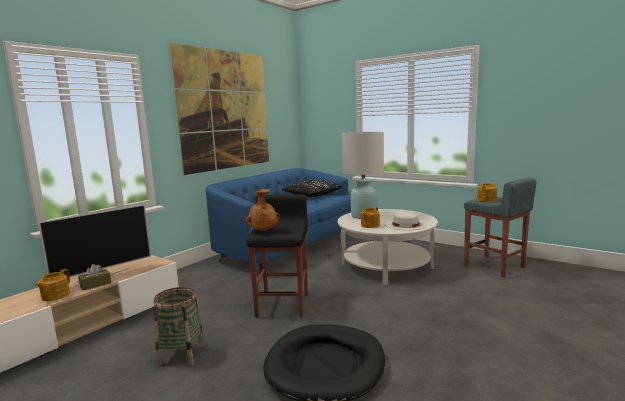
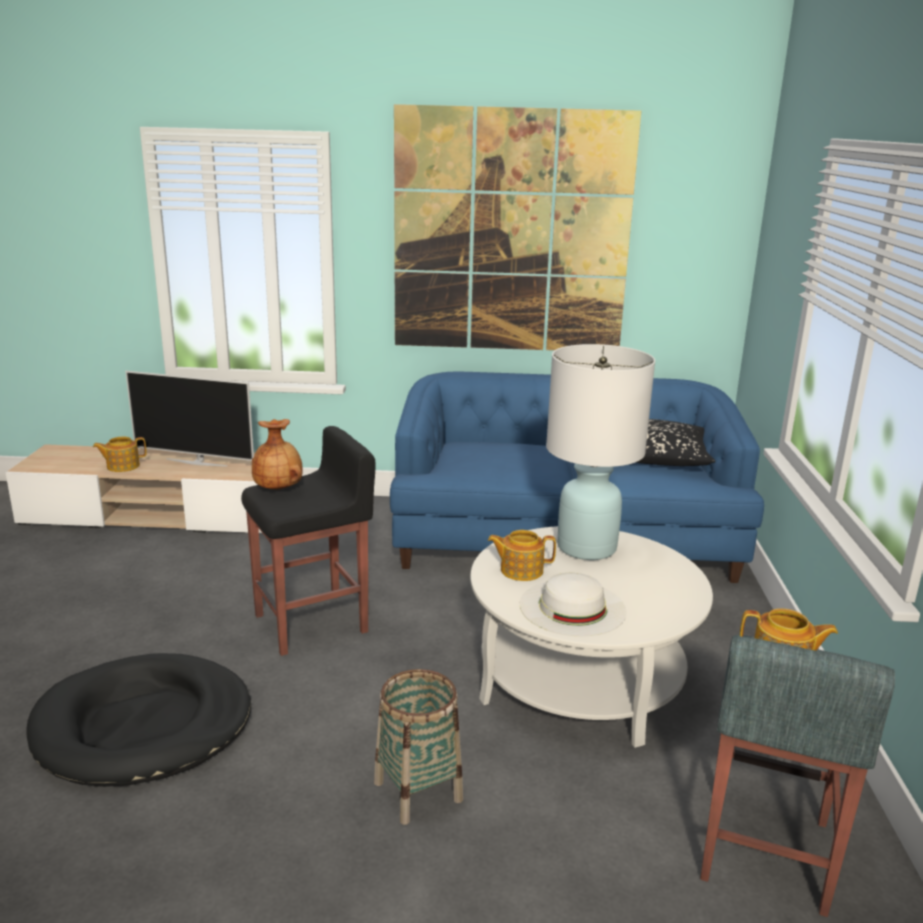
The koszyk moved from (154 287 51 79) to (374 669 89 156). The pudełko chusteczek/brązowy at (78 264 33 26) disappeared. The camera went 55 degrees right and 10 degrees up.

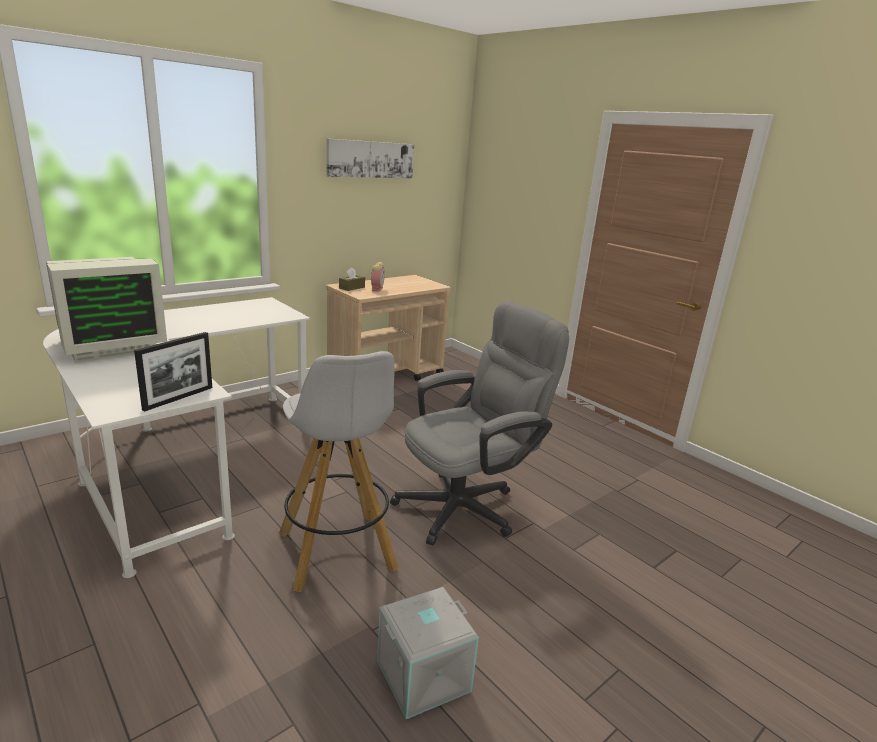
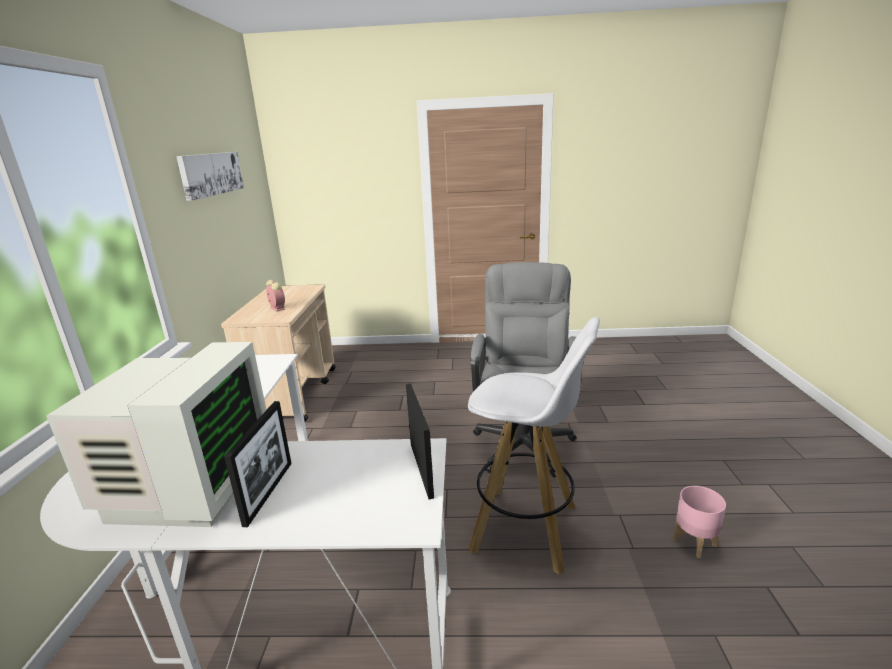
The ramka na zdjęcie at (224 401 68 126) appeared. The pojemnik do przechowywania/szary at (377 587 102 132) was replaced by the donica/różowy at (673 486 53 72). The pudełko chusteczek/brązowy at (339 267 26 24) disappeared. The camera went 45 degrees left and 0 degrees up.

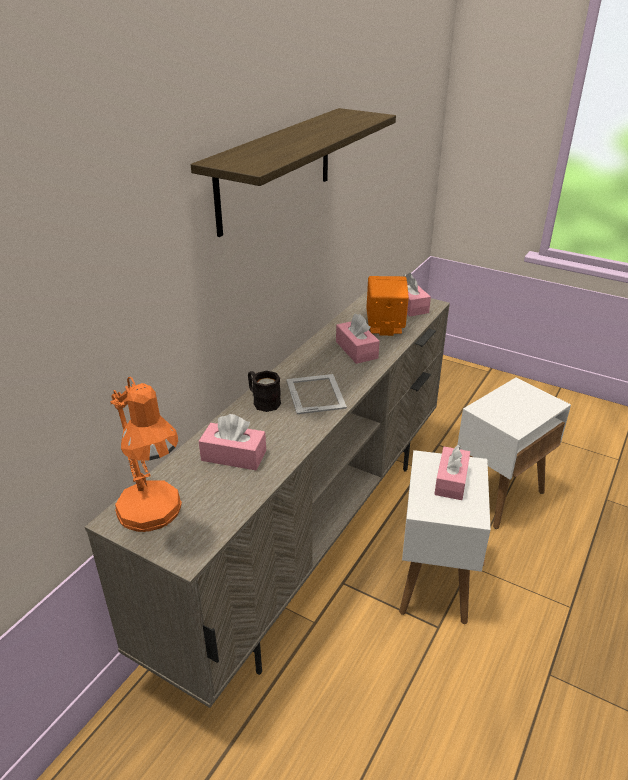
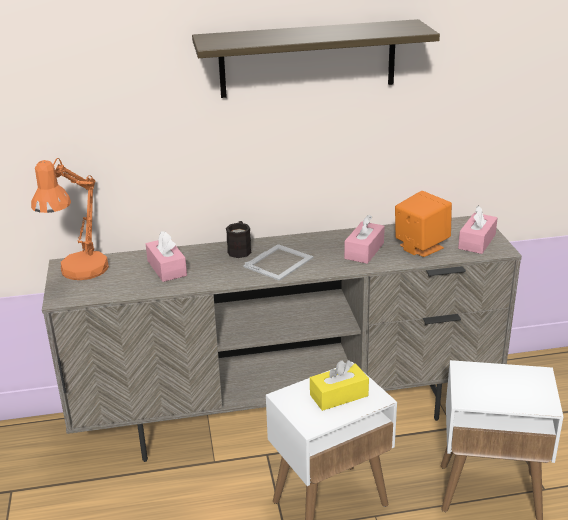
The pudełko chusteczek/różowy at (434 444 36 56) became the pudełko chusteczek/żółty at (310 360 59 51). The camera went 50 degrees right and 5 degrees down.

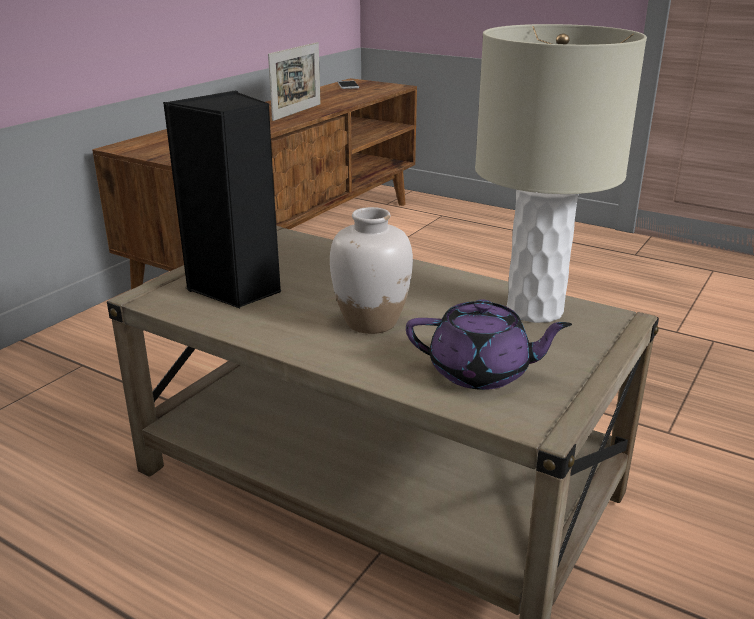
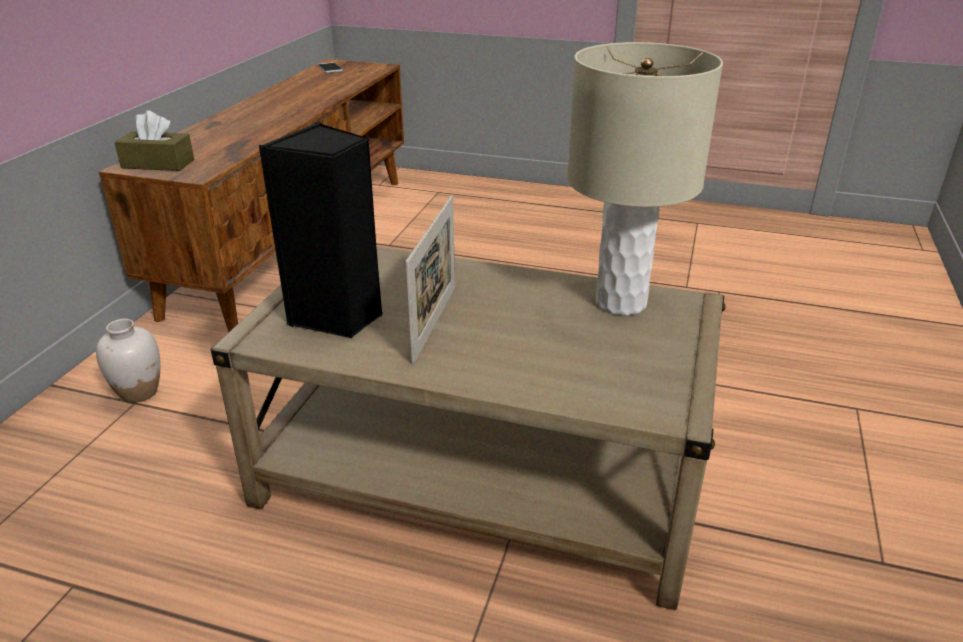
The wazon/biały moved from (330 207 83 127) to (96 319 64 84). The pudełko chusteczek/brązowy at (114 110 80 61) appeared. The ramka na zdjęcie moved from (268 42 53 79) to (405 196 50 168). The imbryk/fioletowy at (406 299 166 91) disappeared. The camera went 15 degrees left and 5 degrees up.

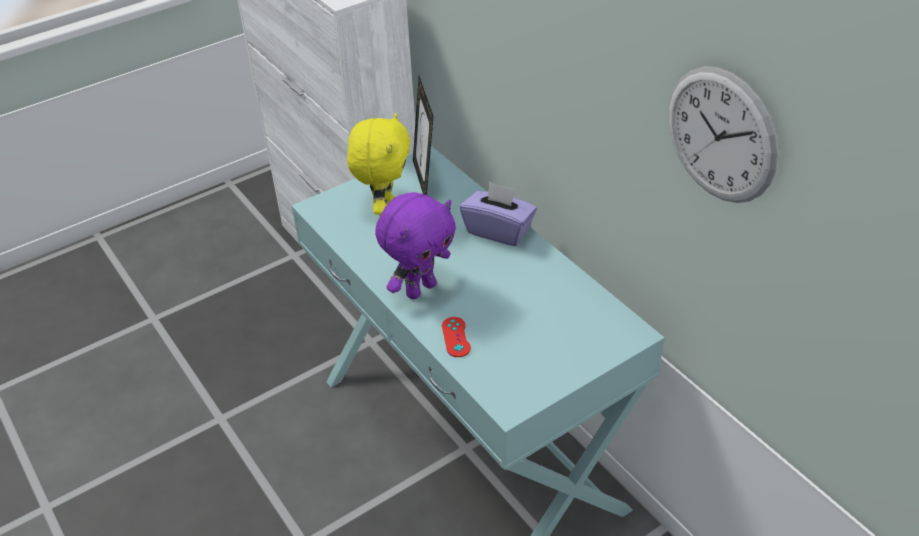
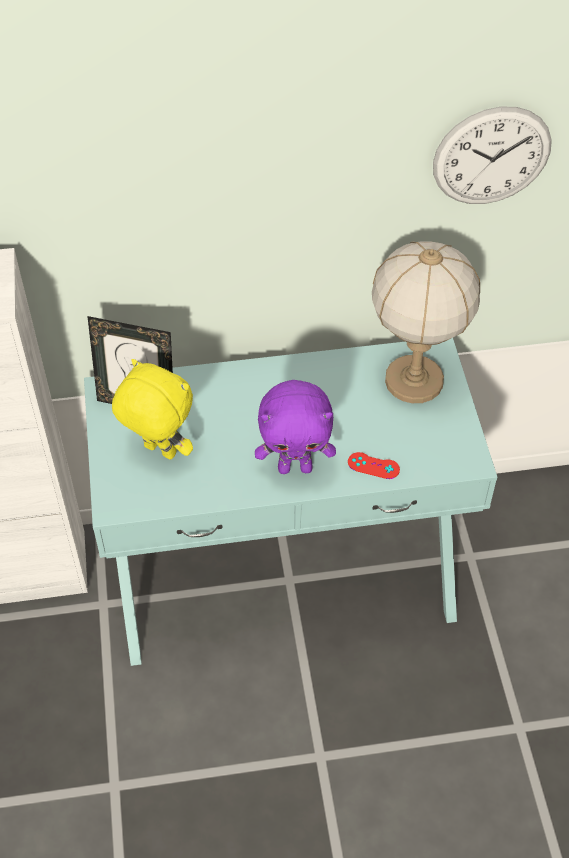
The pluszak/fioletowy at (375 192 81 107) turned 105 degrees clockwise. The lampa stołowa at (372 241 108 162) appeared. The pudełko chusteczek/fioletowy at (460 181 77 65) disappeared. The camera went 65 degrees left and 10 degrees up.

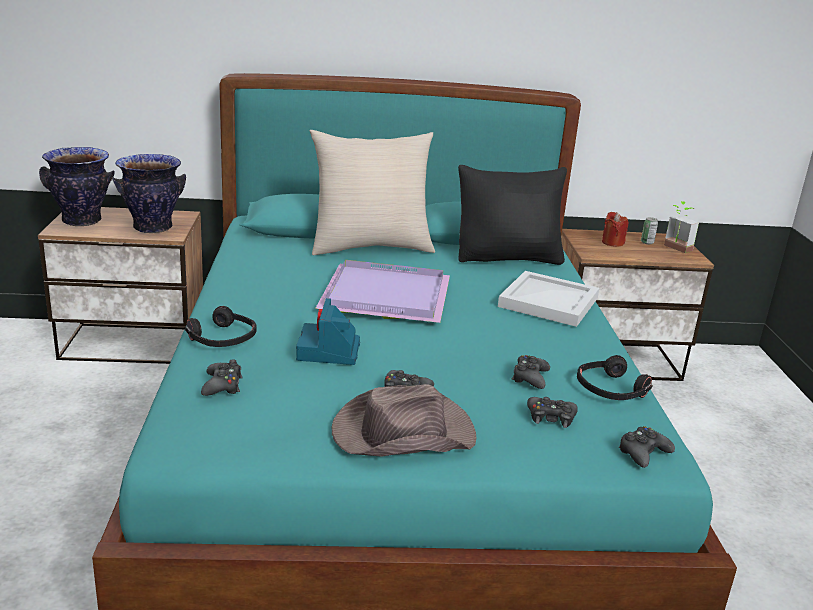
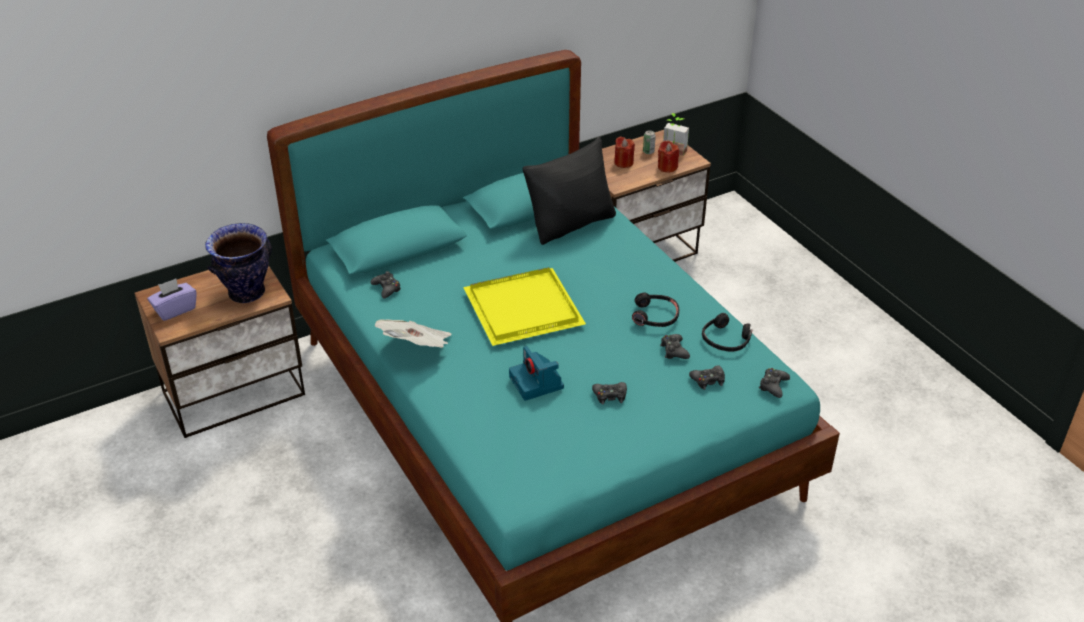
The wazon at (39 147 76 79) was replaced by the pudełko chusteczek/fioletowy at (147 278 50 43). The pad do gier/czarny moved from (201 359 42 37) to (370 271 31 28). The gazeta at (375 319 76 29) appeared. The taca/fioletowy at (315 260 135 63) became the taca/żółty at (463 267 123 79). The słuchawki/czarny moved from (185 306 71 41) to (632 293 47 34). The świeca/czerwony at (658 140 21 33) appeared. The poduszka/beżowy at (309 130 126 125) disappeared. The kapelusz/brązowy at (332 384 144 73) disappeared. The taca/biały at (498 271 101 56) disappeared. The camera went 25 degrees left and 15 degrees up.

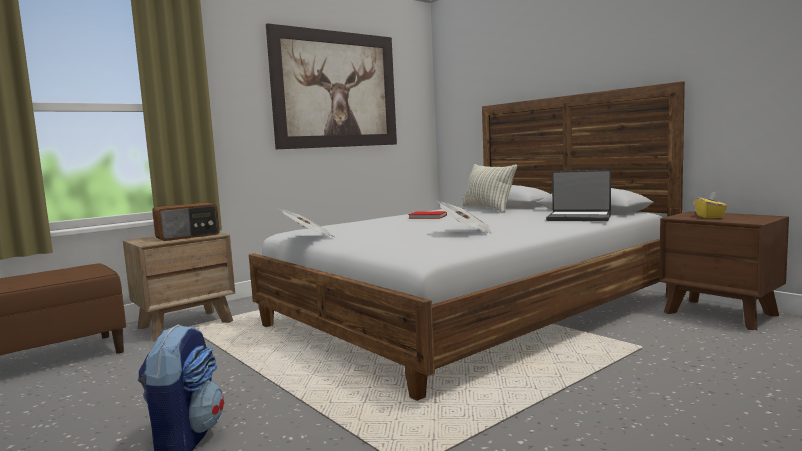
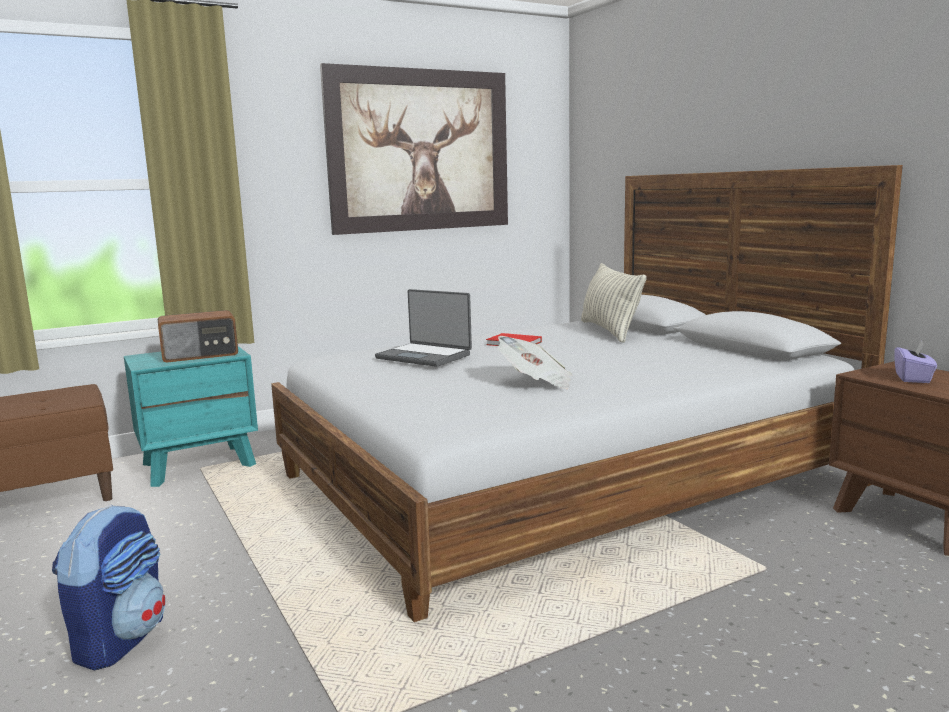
The szafka nocna/brązowy at (123 232 112 110) became the szafka nocna/turkusowy at (124 346 134 141). The laptop moved from (546 170 65 51) to (375 289 97 78). The pudełko chusteczek/żółty at (694 191 33 27) became the pudełko chusteczek/fioletowy at (894 340 43 43). The gazeta at (278 208 57 29) disappeared. The camera went 10 degrees right and 5 degrees up.

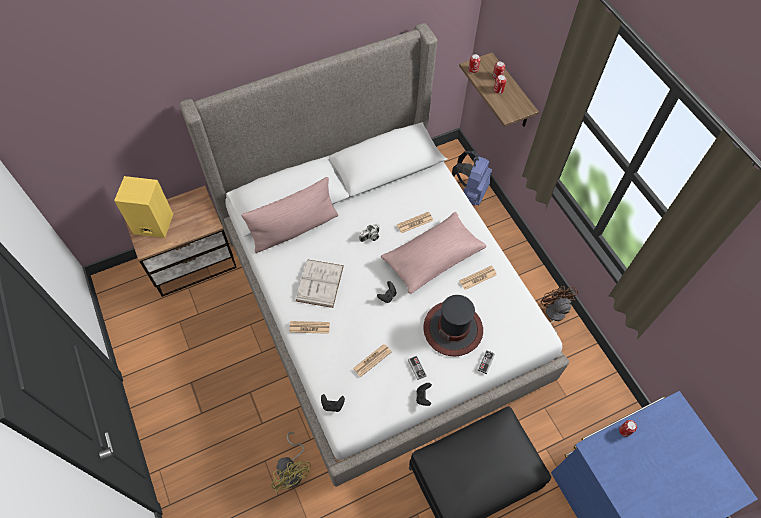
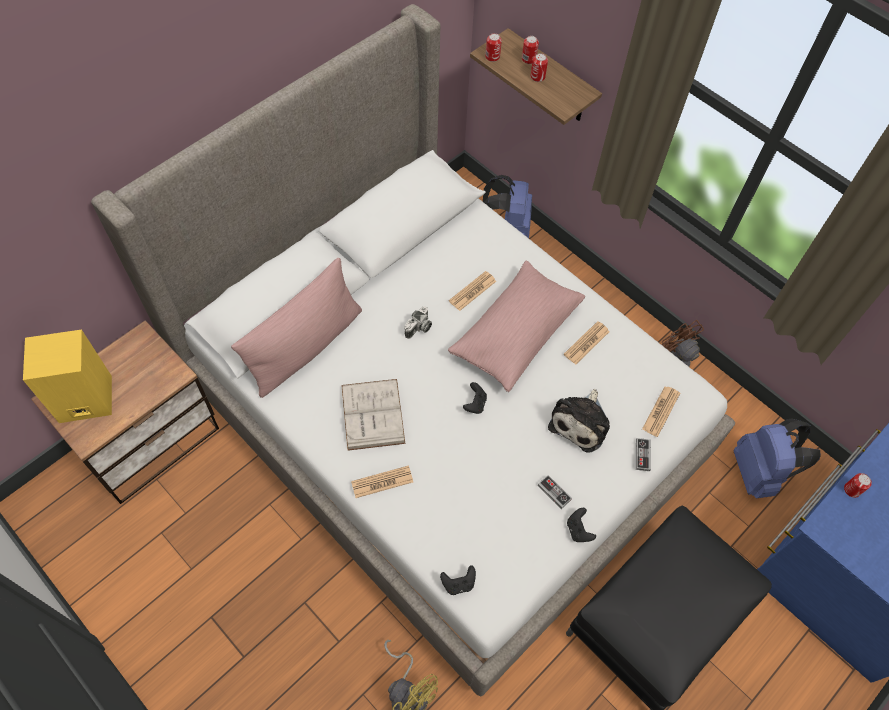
The kapelusz at (423 295 60 61) was replaced by the pluszak at (548 389 62 64). The gazeta moved from (353 344 39 33) to (642 387 38 50). The plecak/niebieski at (734 418 87 80) appeared. The camera went 20 degrees left and 0 degrees up.

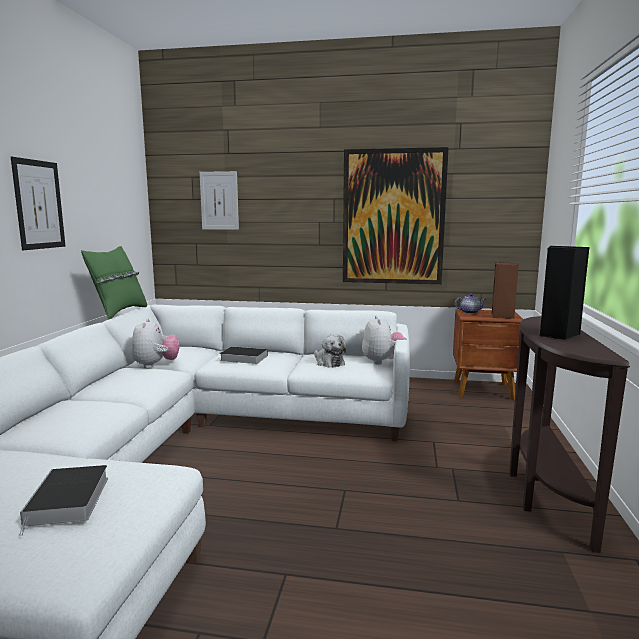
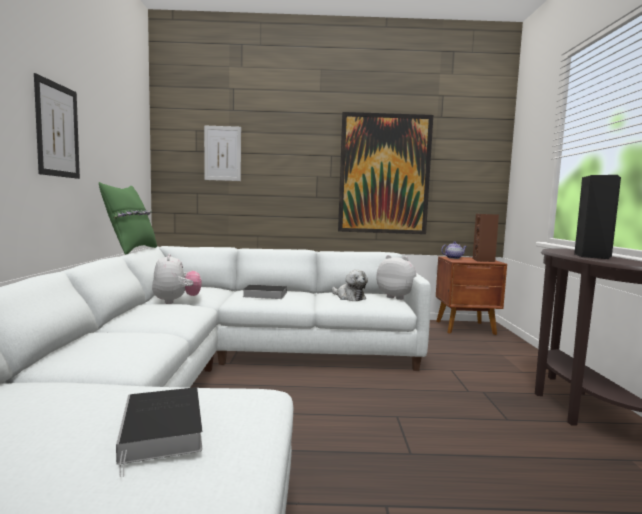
The pluszak at (362 316 45 48) turned 45 degrees counterclockwise. The camera went 10 degrees left and 5 degrees down.

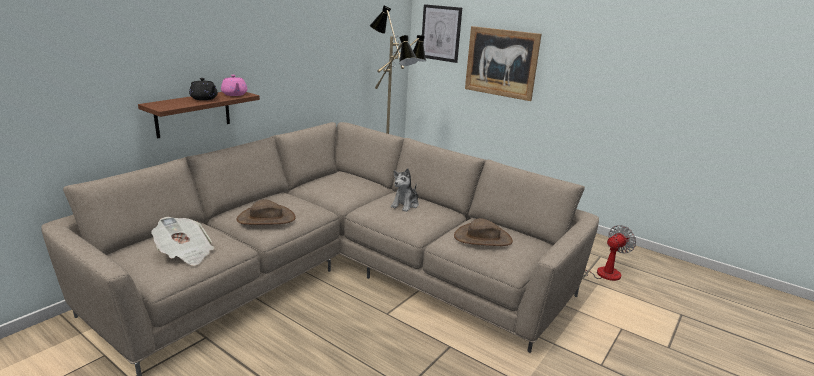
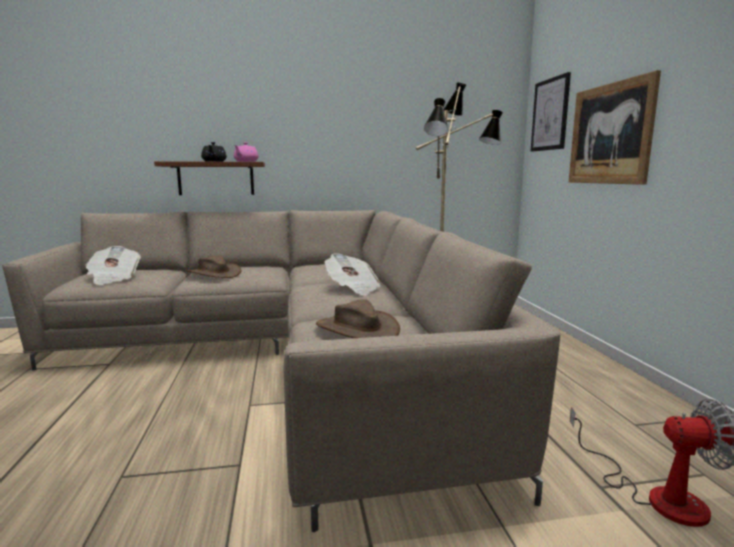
The pluszak at (391 168 28 44) was replaced by the gazeta at (324 253 57 43). The camera went 45 degrees right and 10 degrees down.

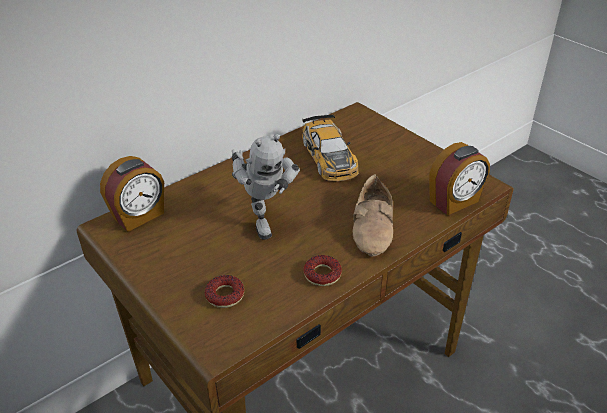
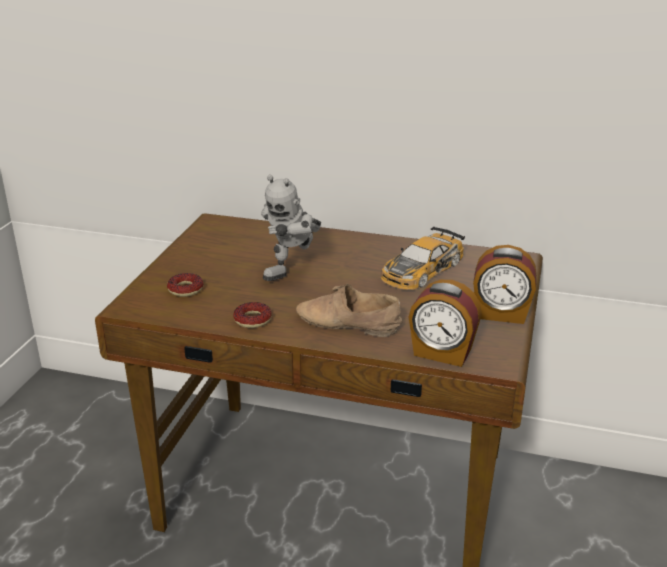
The but/beżowy at (353 174 40 83) turned 45 degrees clockwise. The budzik moved from (100 156 64 76) to (473 245 63 79). The camera went 55 degrees right and 10 degrees down.

